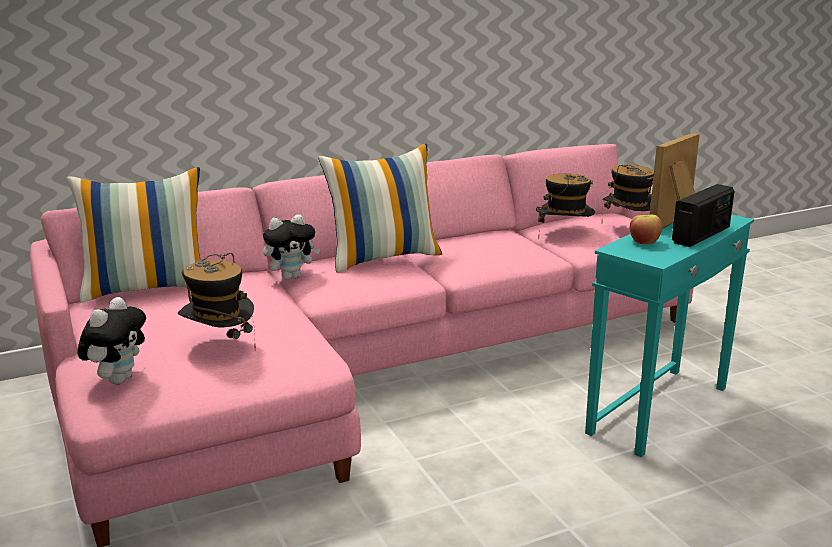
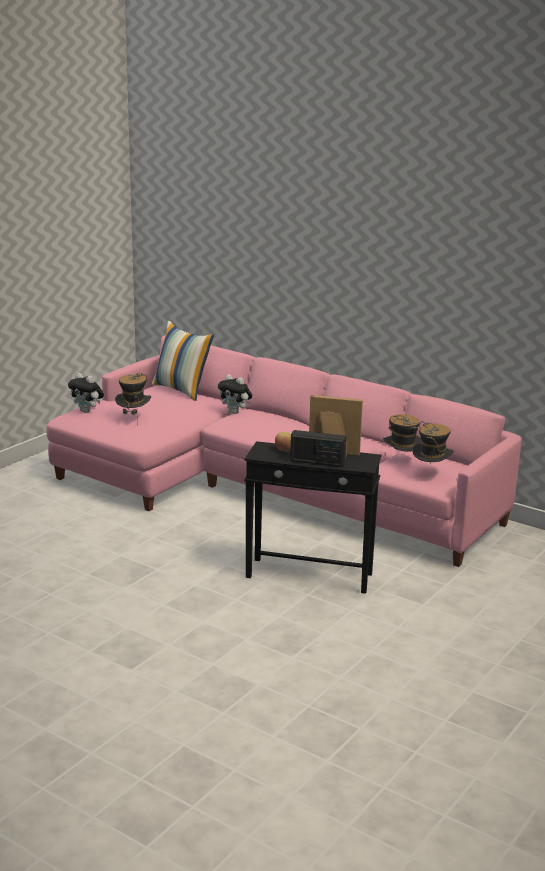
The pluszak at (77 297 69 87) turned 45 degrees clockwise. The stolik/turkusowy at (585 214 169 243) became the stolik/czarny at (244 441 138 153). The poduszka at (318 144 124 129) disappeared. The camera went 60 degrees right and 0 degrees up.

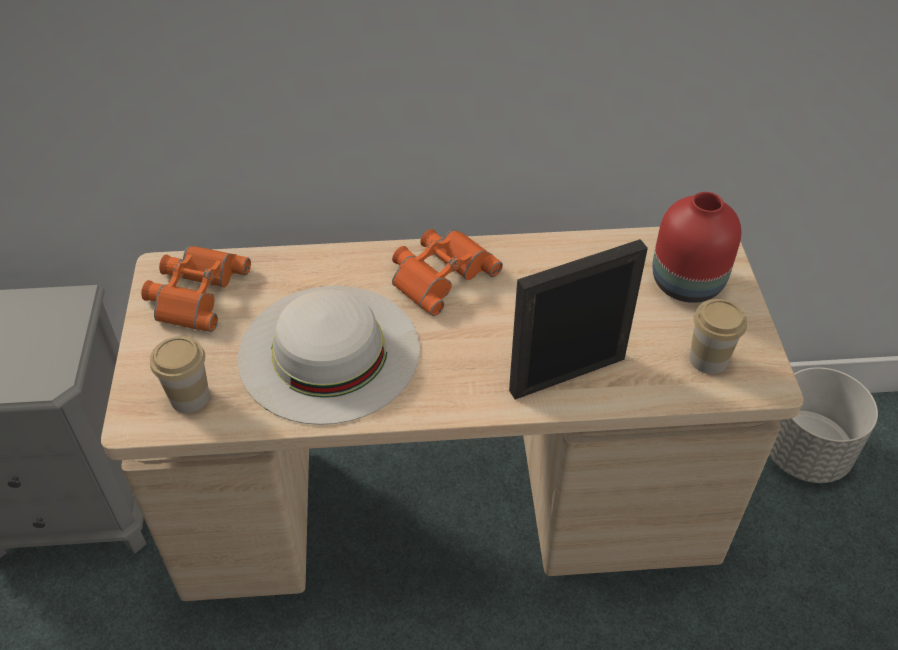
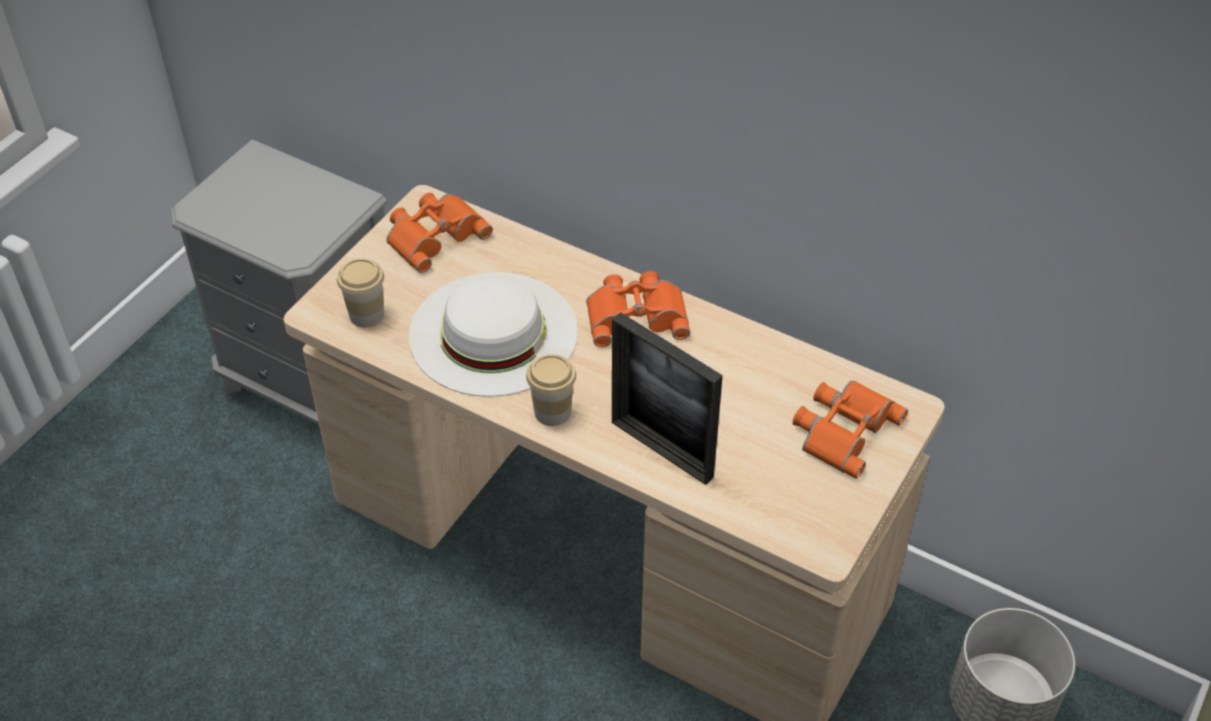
The filiżanka moved from (689 299 58 75) to (526 354 50 72). The ramka na zdjęcie at (509 239 139 160) turned 150 degrees counterclockwise. The wazon/czerwony at (652 192 89 111) was replaced by the lornetka/pomarańczowy at (793 381 115 98). The camera went 35 degrees right and 0 degrees up.

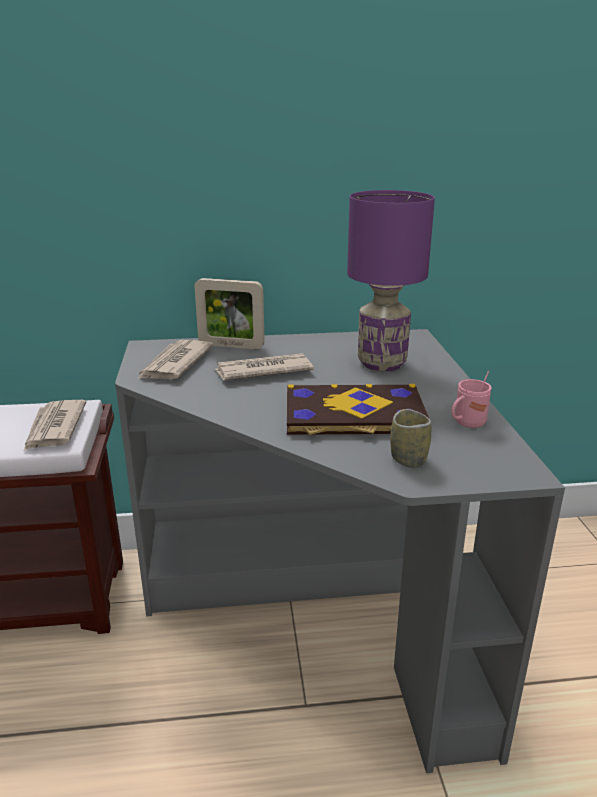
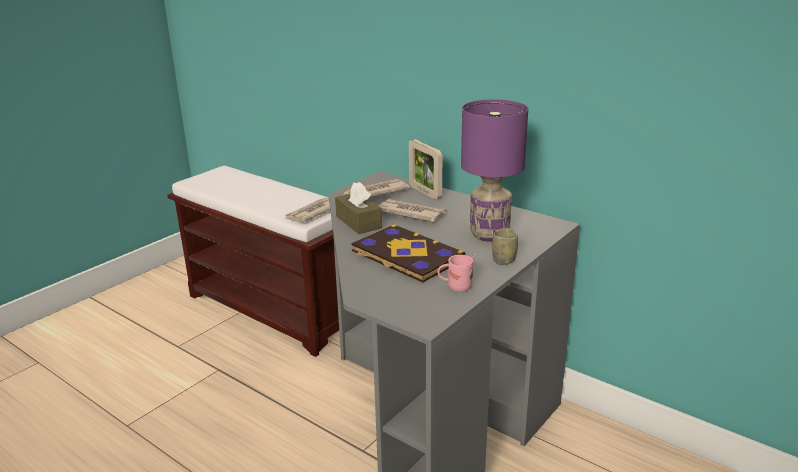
The pudełko chusteczek/brązowy at (335 182 47 52) appeared. The filiżanka moved from (390 409 41 59) to (492 228 26 37). The camera went 45 degrees right and 0 degrees up.

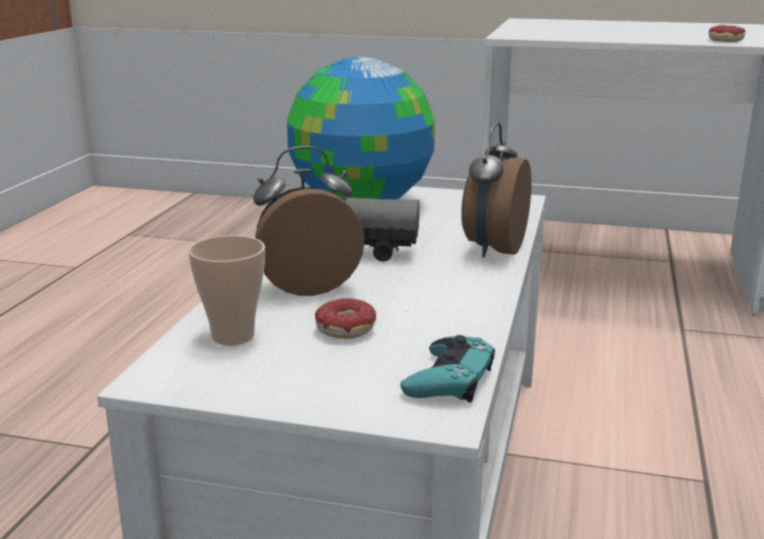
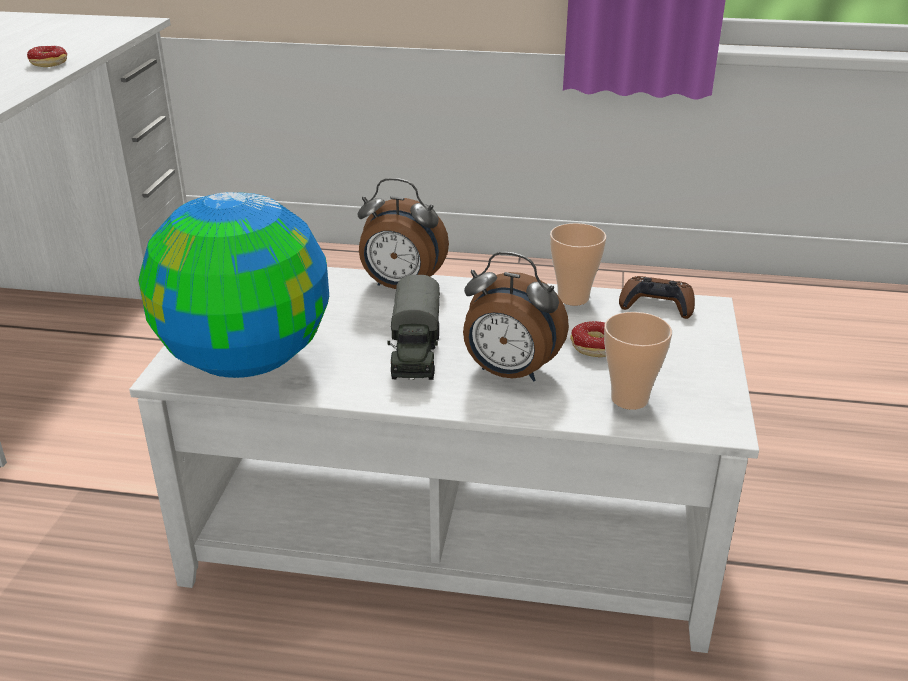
The budzik at (253 146 112 150) turned 45 degrees counterclockwise. The filiżanka at (550 223 57 83) appeared. The pad do gier/turkusowy at (400 335 95 67) became the pad do gier/brązowy at (619 276 76 43). The camera went 95 degrees left and 10 degrees up.

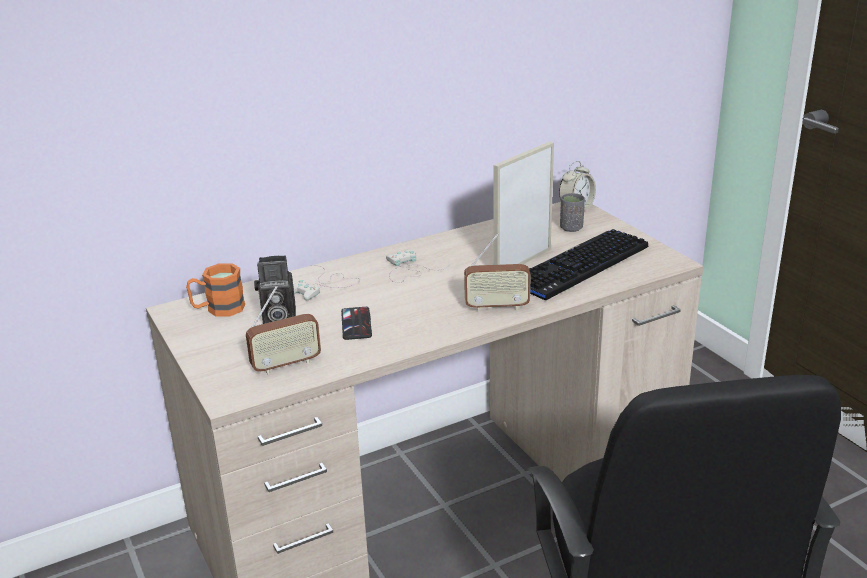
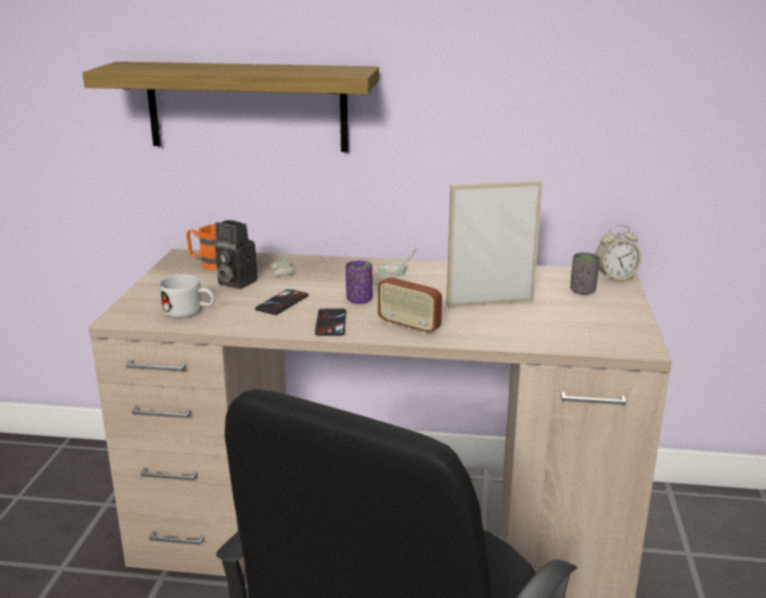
The półka at (82 62 297 90) appeared. The radio at (246 286 75 88) was replaced by the kubek/biały at (159 275 56 43). The telefon at (315 309 31 27) appeared. The filiżanka/fioletowy at (346 261 27 43) appeared. The klawiatura at (529 229 119 72) disappeared. The camera went 35 degrees right and 5 degrees down.

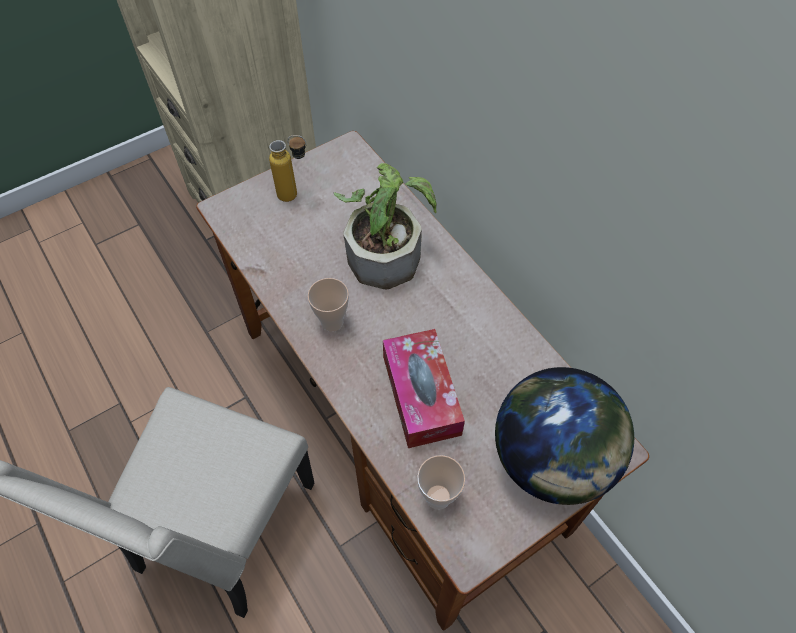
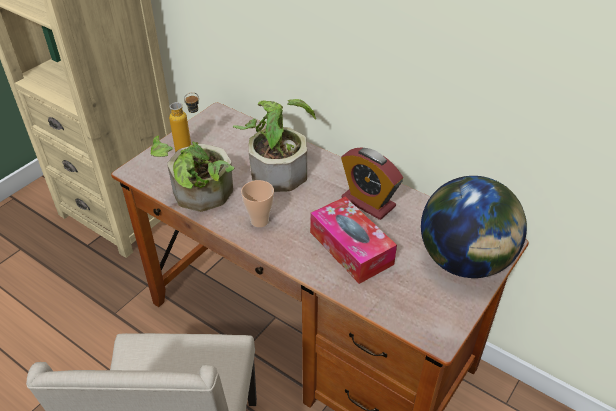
The roślina doniczkowa at (151 136 83 76) appeared. The budzik at (341 147 62 73) appeared. The filiżanka at (417 455 48 55) disappeared. The camera went 20 degrees left and 15 degrees down.

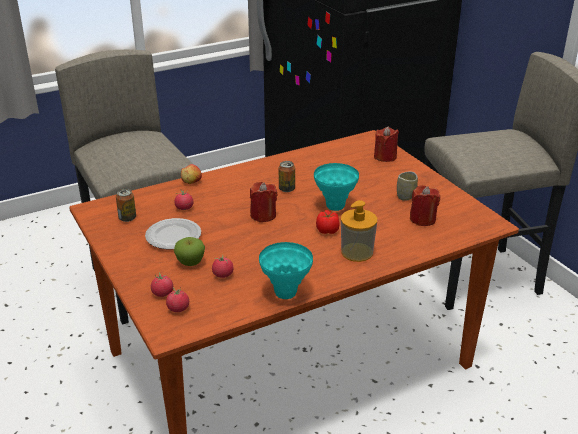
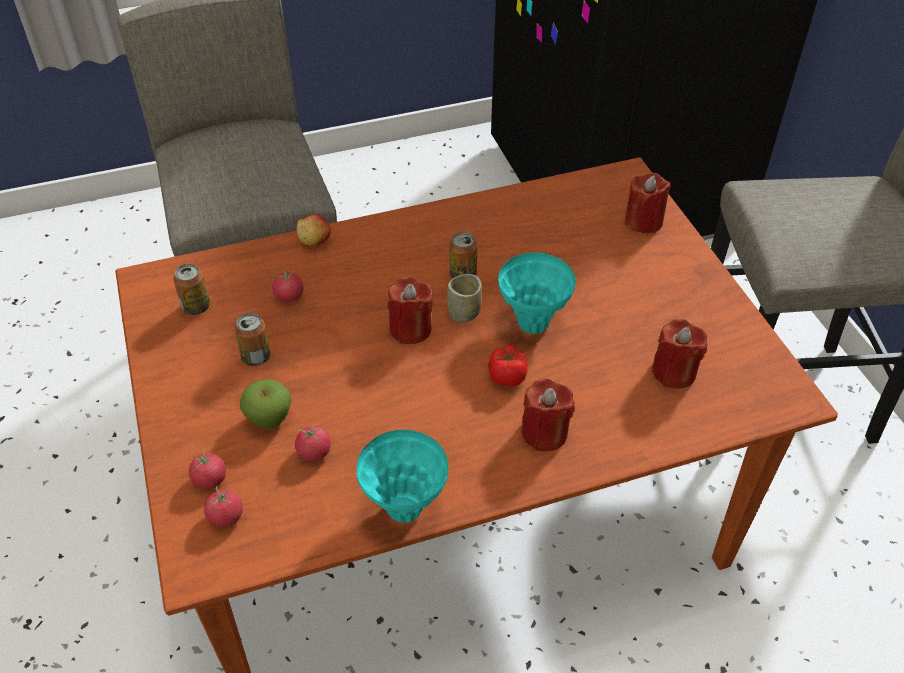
The talerz at (145 218 56 31) was replaced by the puszka at (234 313 37 53). The filiżanka moved from (397 172 21 29) to (447 274 35 49). The dozownik mydła at (341 200 36 62) was replaced by the świeca/czerwony at (521 379 54 72). The camera went 10 degrees right and 15 degrees up.

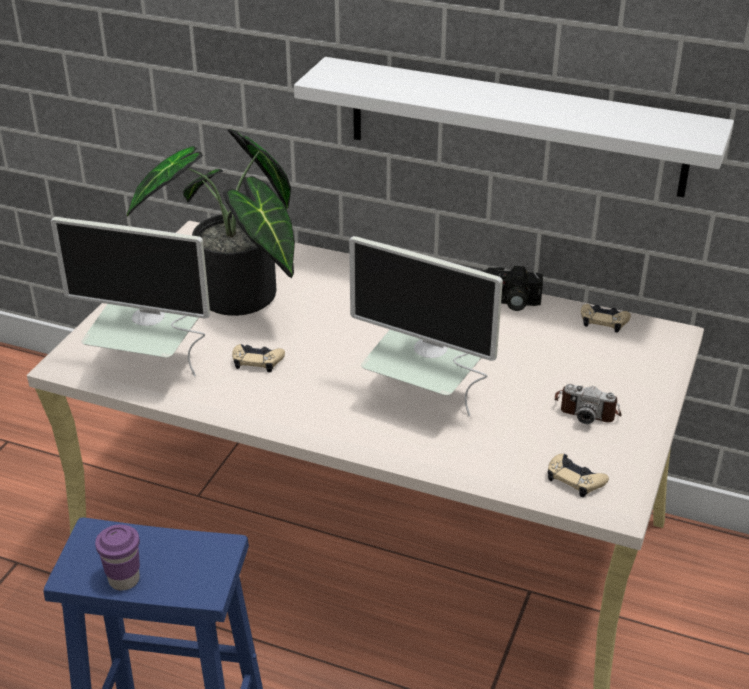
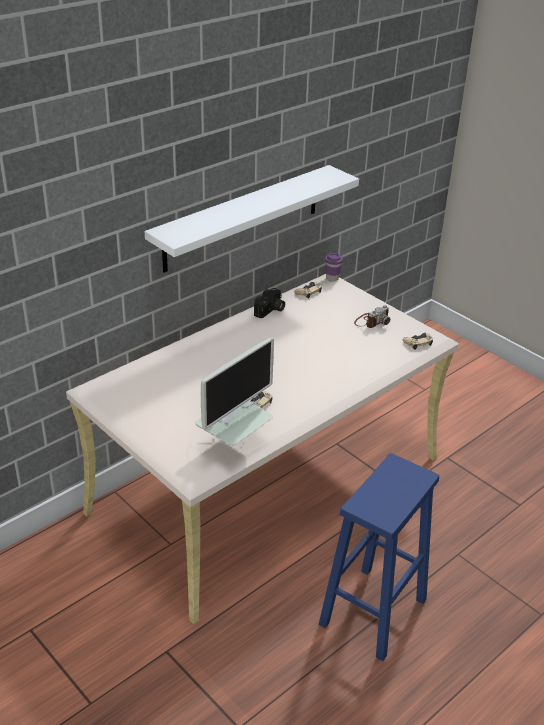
The filiżanka/fioletowy moved from (95 525 45 66) to (325 253 18 28). The roślina doniczkowa at (127 129 168 187) disappeared. The monitor at (349 236 154 180) disappeared. The camera went 65 degrees left and 0 degrees up.

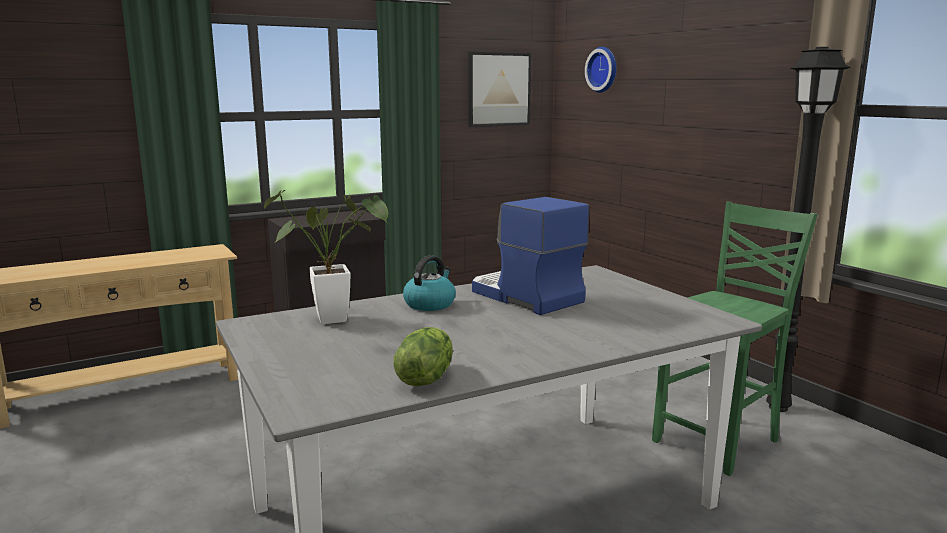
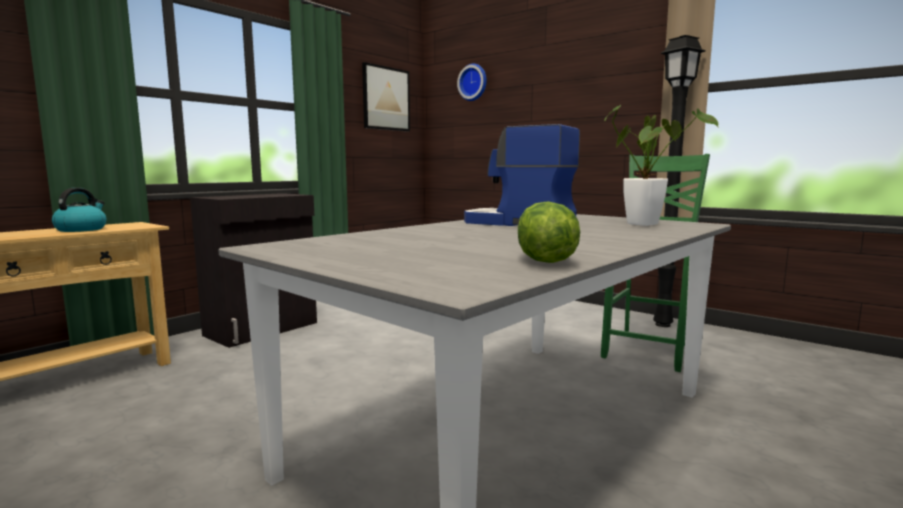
The czajnik moved from (403 255 53 56) to (52 187 54 45). The roślina doniczkowa moved from (264 190 124 134) to (604 105 115 121). The camera went 20 degrees left and 5 degrees down.

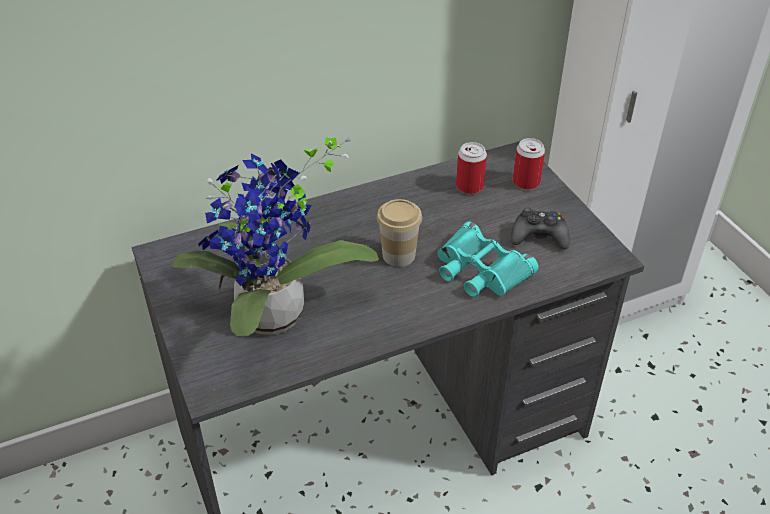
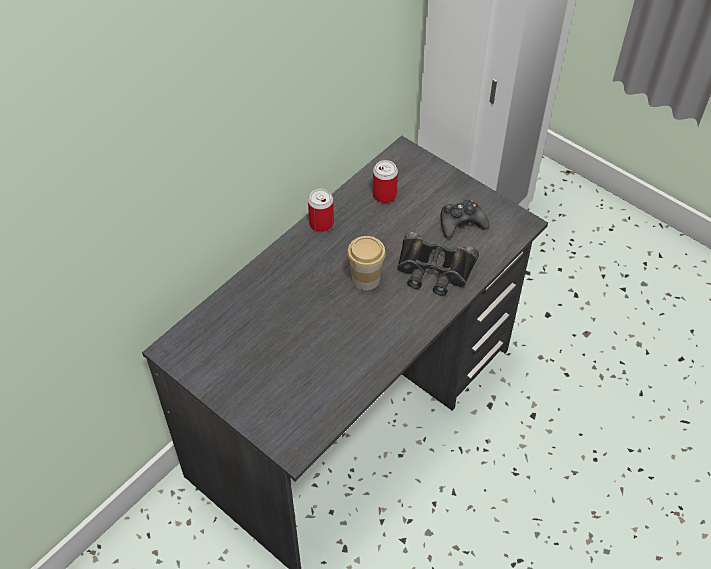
The puszka moved from (513 138 32 52) to (308 189 26 43). The lornetka/turkusowy at (437 221 101 76) became the lornetka/czarny at (397 232 82 64). The roślina doniczkowa at (172 136 207 200) disappeared. The camera went 25 degrees left and 10 degrees up.

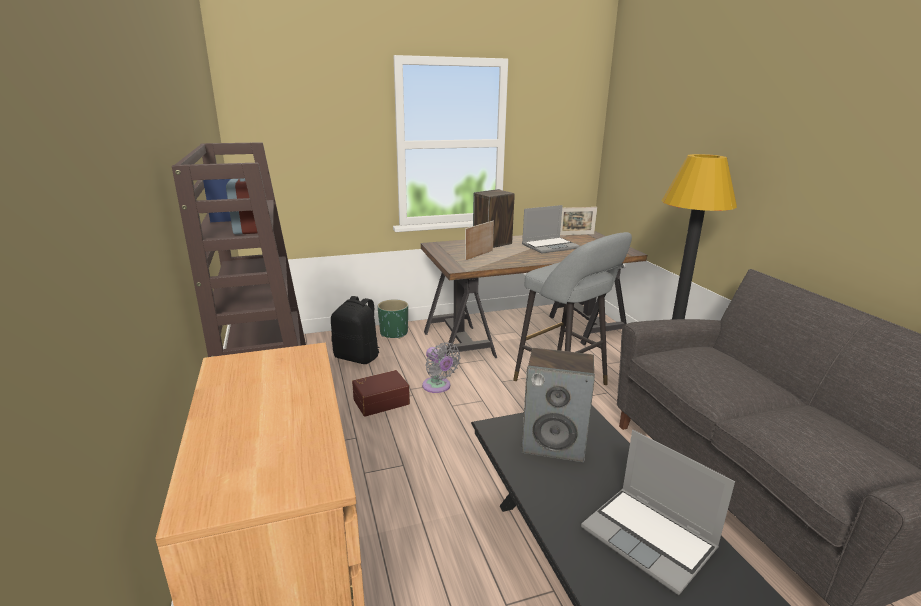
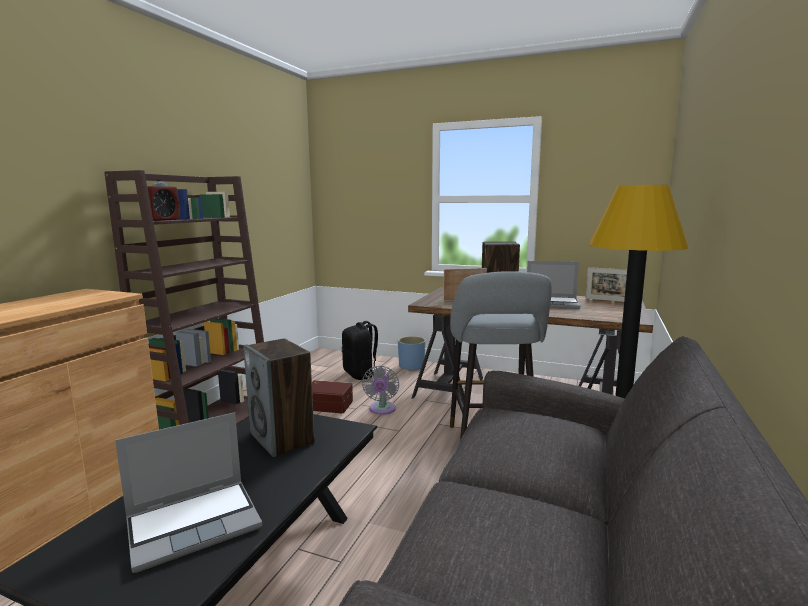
The laptop at (581 430 154 165) turned 120 degrees counterclockwise. The donica/zielony at (378 299 30 40) became the donica/niebieski at (398 336 28 35). The camera went 40 degrees right and 10 degrees down.

